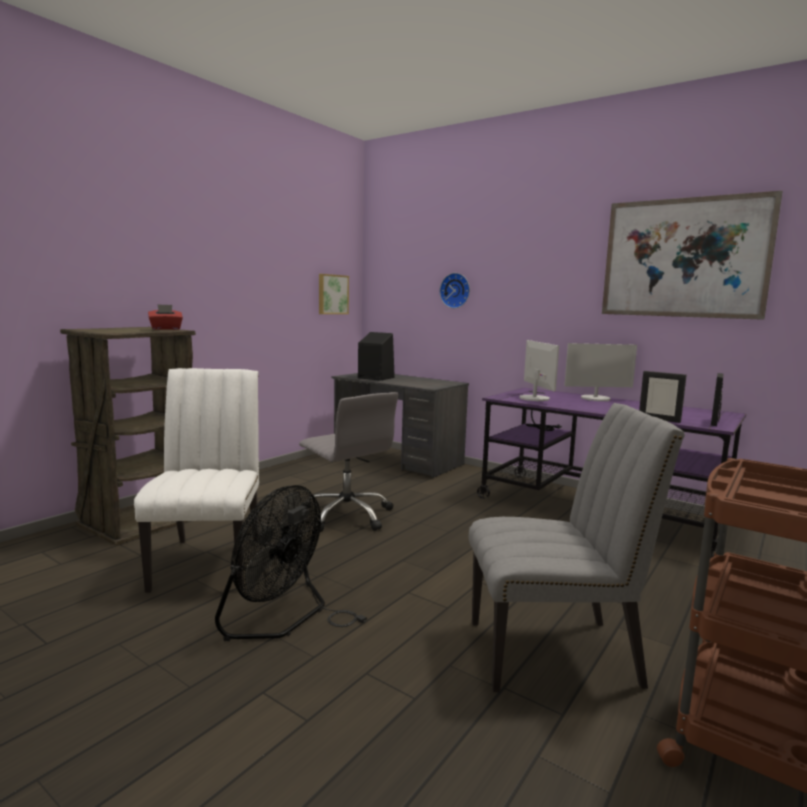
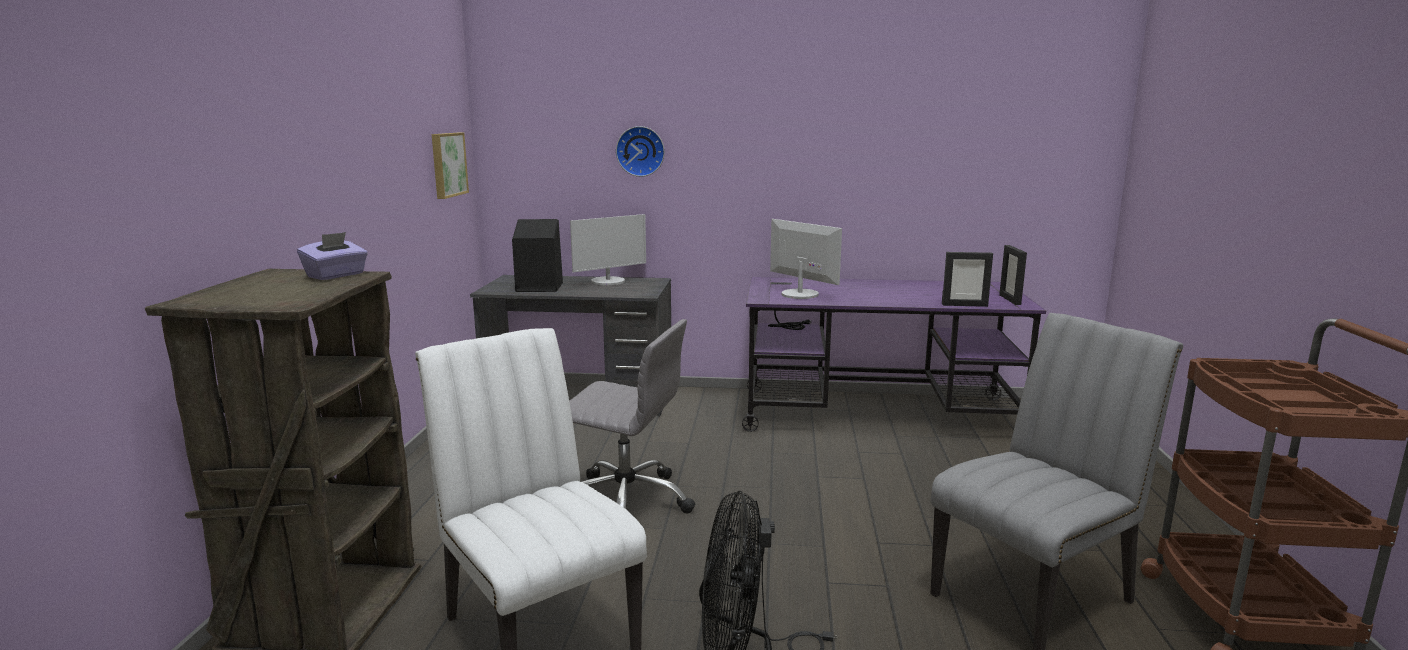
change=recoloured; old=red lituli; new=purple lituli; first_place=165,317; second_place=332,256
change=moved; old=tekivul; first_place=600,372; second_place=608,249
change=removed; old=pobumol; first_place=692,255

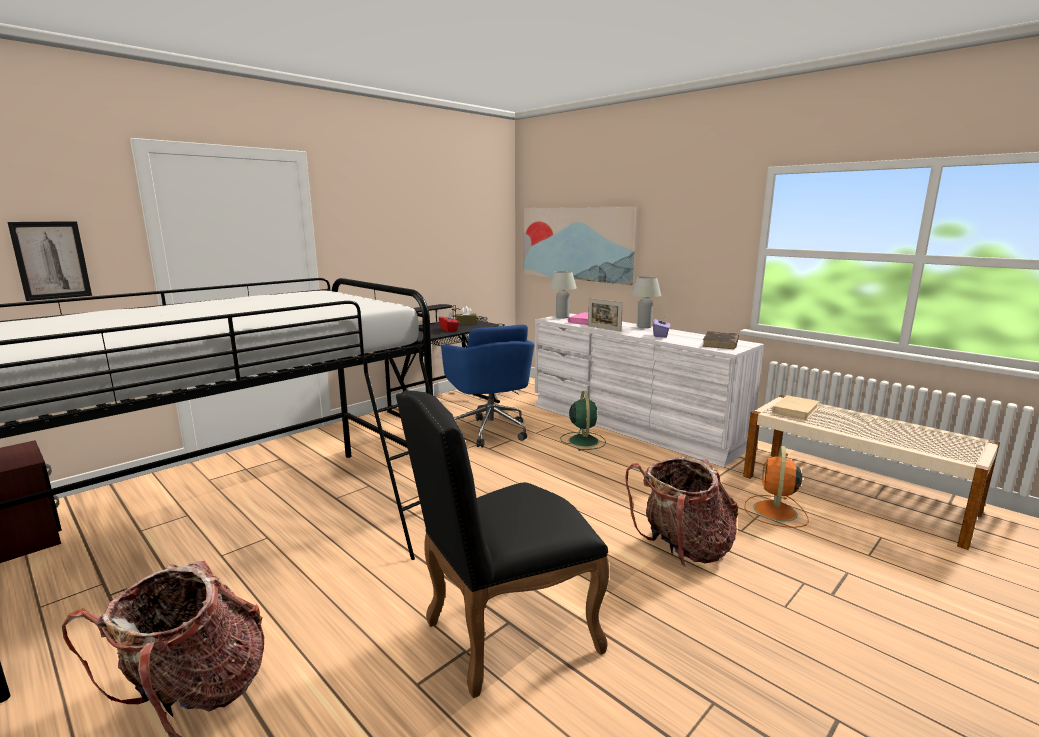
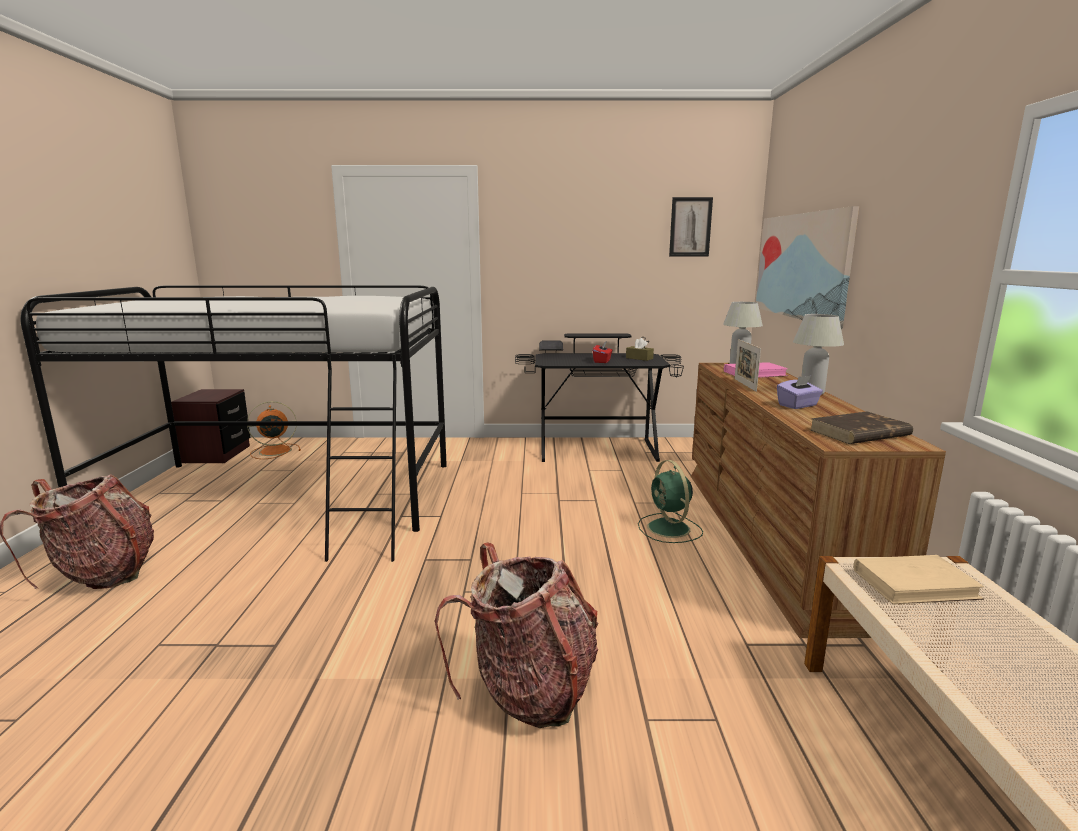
change=moved; old=pobumol; first_place=49,261; second_place=691,226
change=removed; old=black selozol; first_place=502,544
change=removed; old=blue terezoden; first_place=487,386
change=recoloured; old=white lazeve; new=brown lazeve; first_place=649,390; second_place=818,500
change=turned; old=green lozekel; first_place=583,421; second_place=670,501; degrees=120
change=moved; old=orange lozekel; first_place=777,487; second_place=274,430

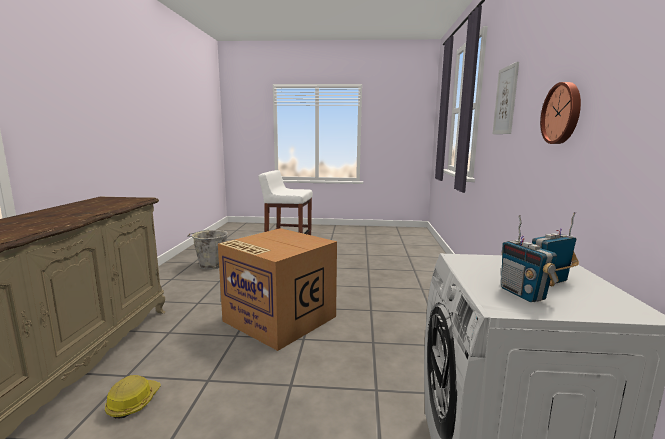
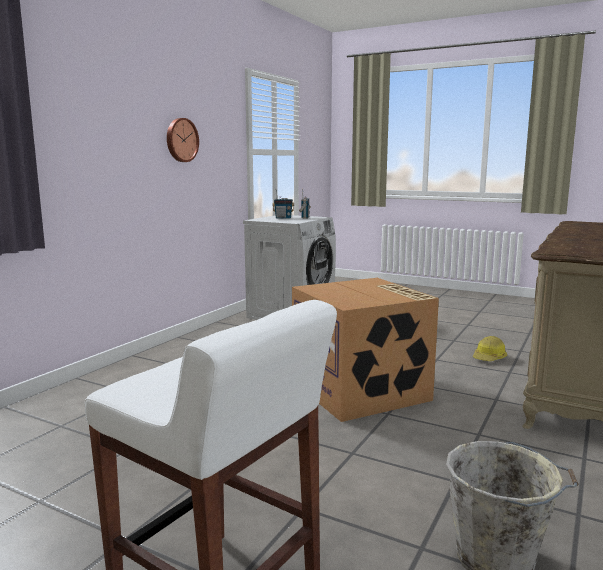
change=removed; old=pobumol; first_place=505,98

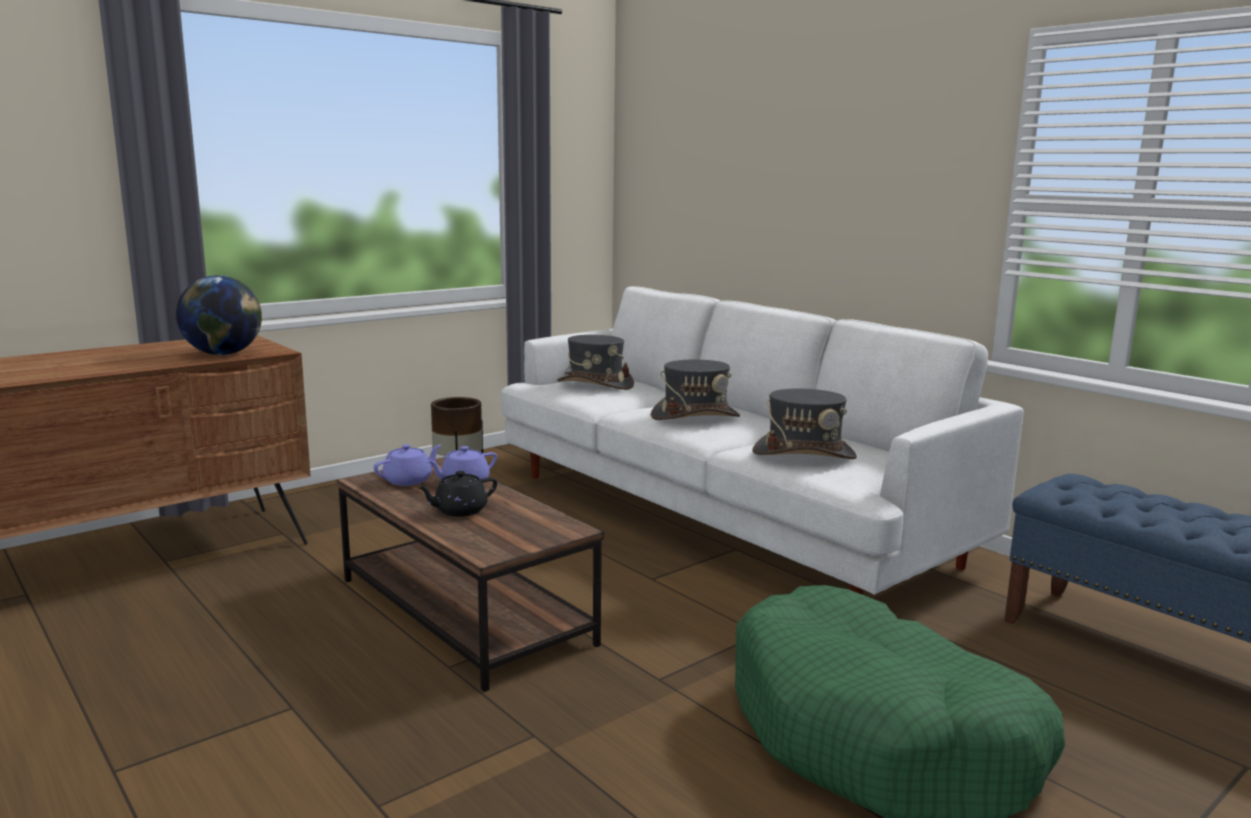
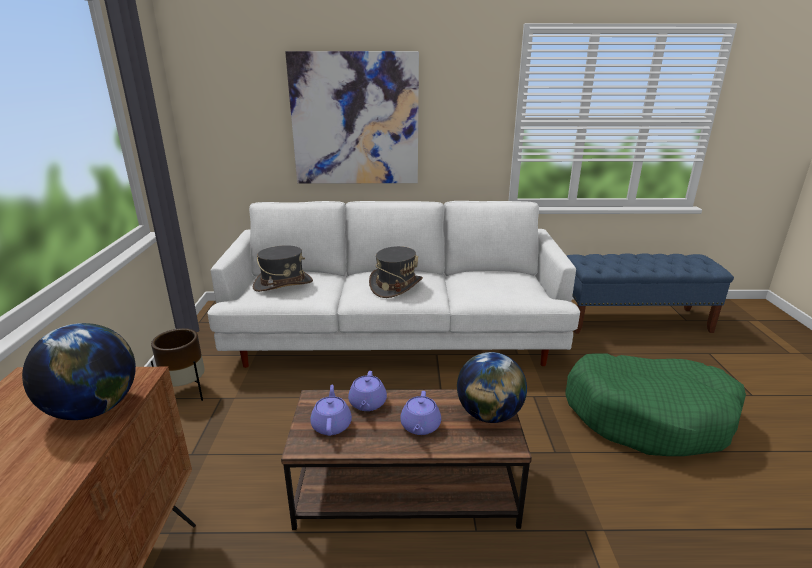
change=recoloured; old=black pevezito; new=purple pevezito; first_place=457,494; second_place=420,413
change=removed; old=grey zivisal; first_place=804,424
change=added; new=pobumol; second_place=352,117
change=added; new=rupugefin; second_place=492,387

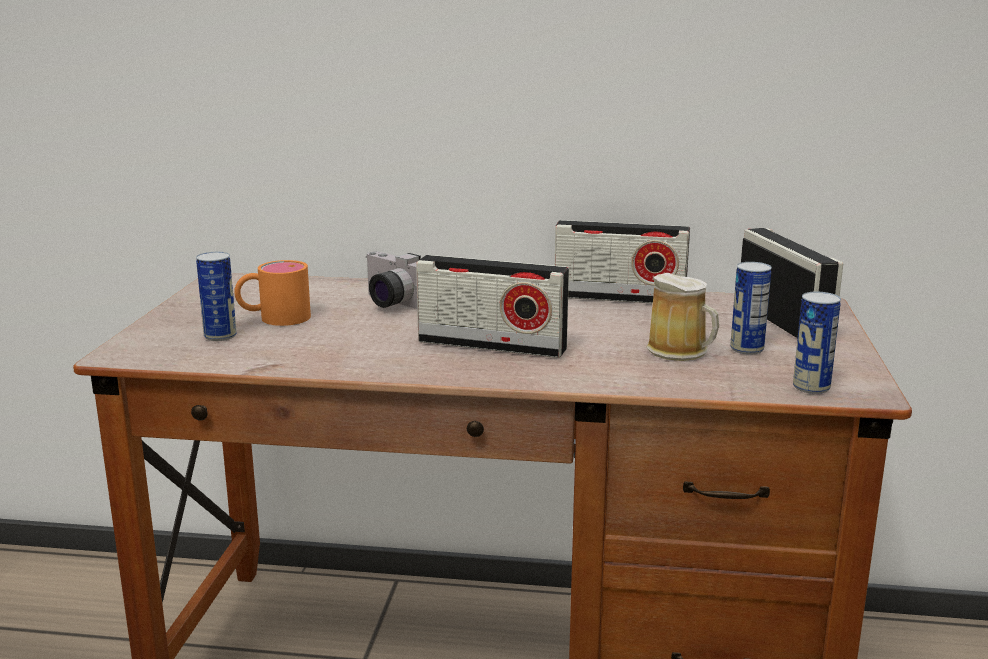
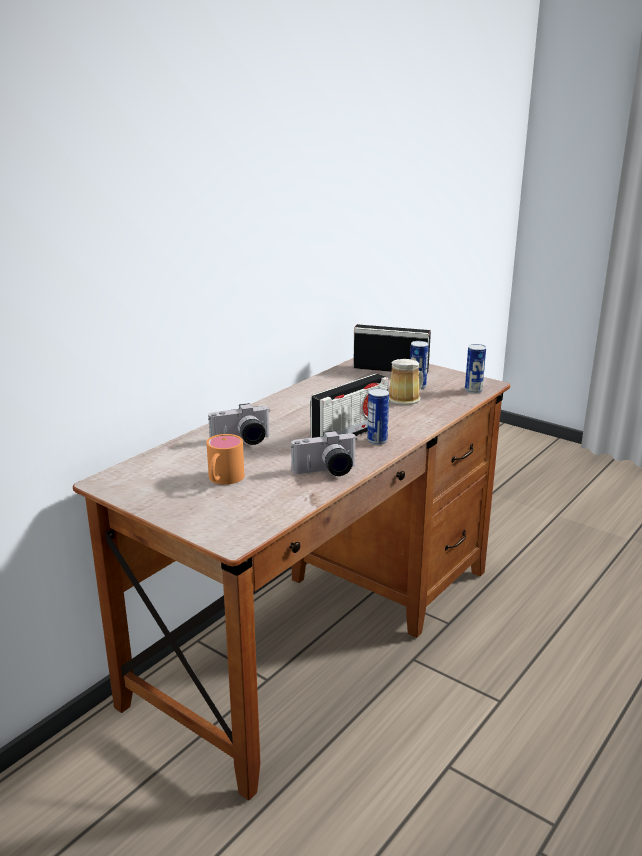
change=moved; old=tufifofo; first_place=216,296; second_place=378,416
change=removed; old=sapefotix; first_place=622,262
change=added; new=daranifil; second_place=324,453

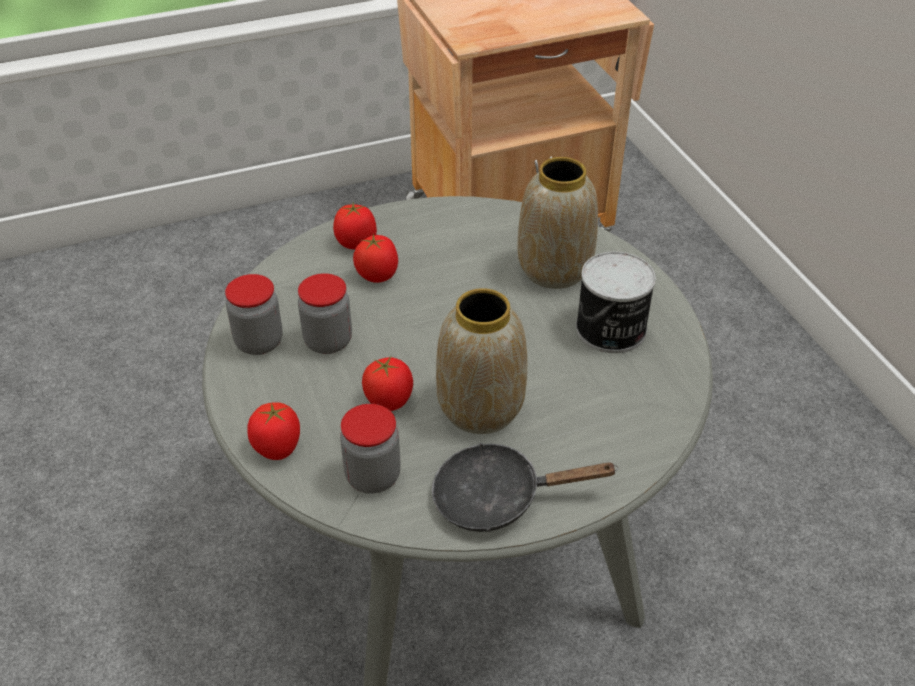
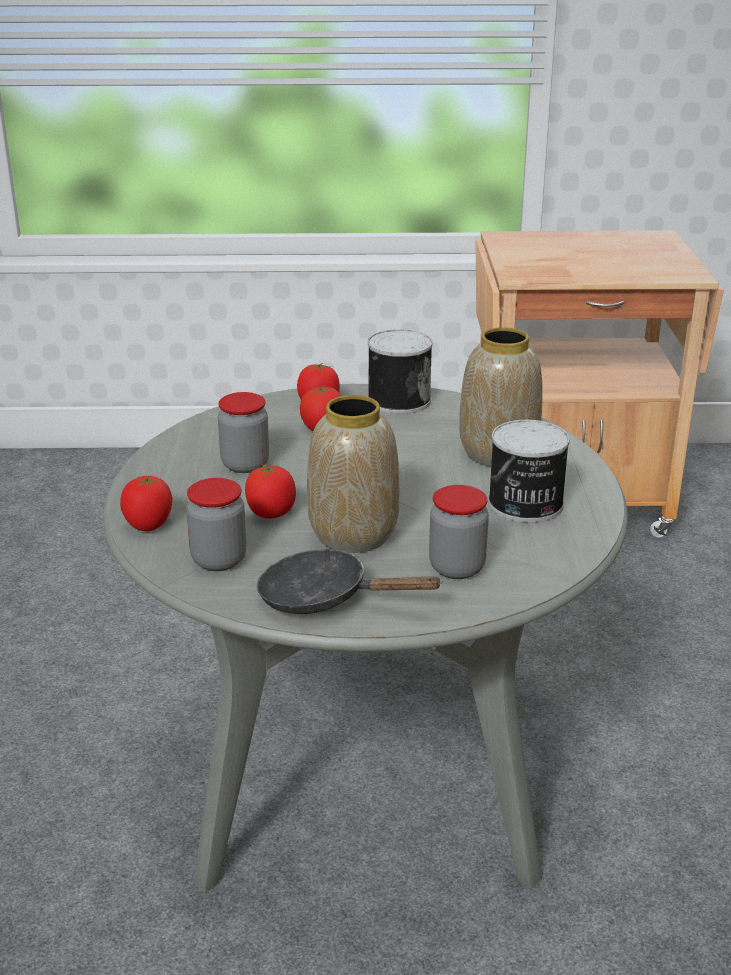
change=moved; old=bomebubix; first_place=254,314; second_place=459,532
change=added; new=tufifofo; second_place=400,371

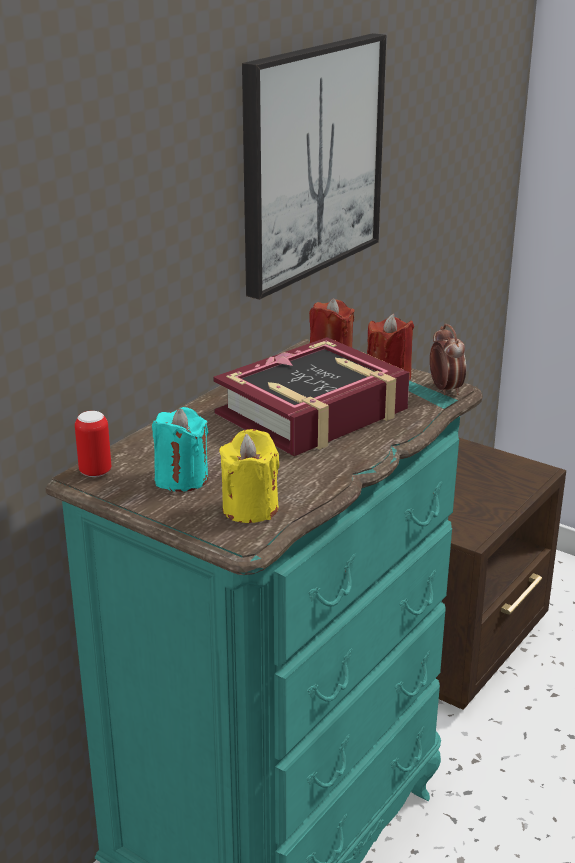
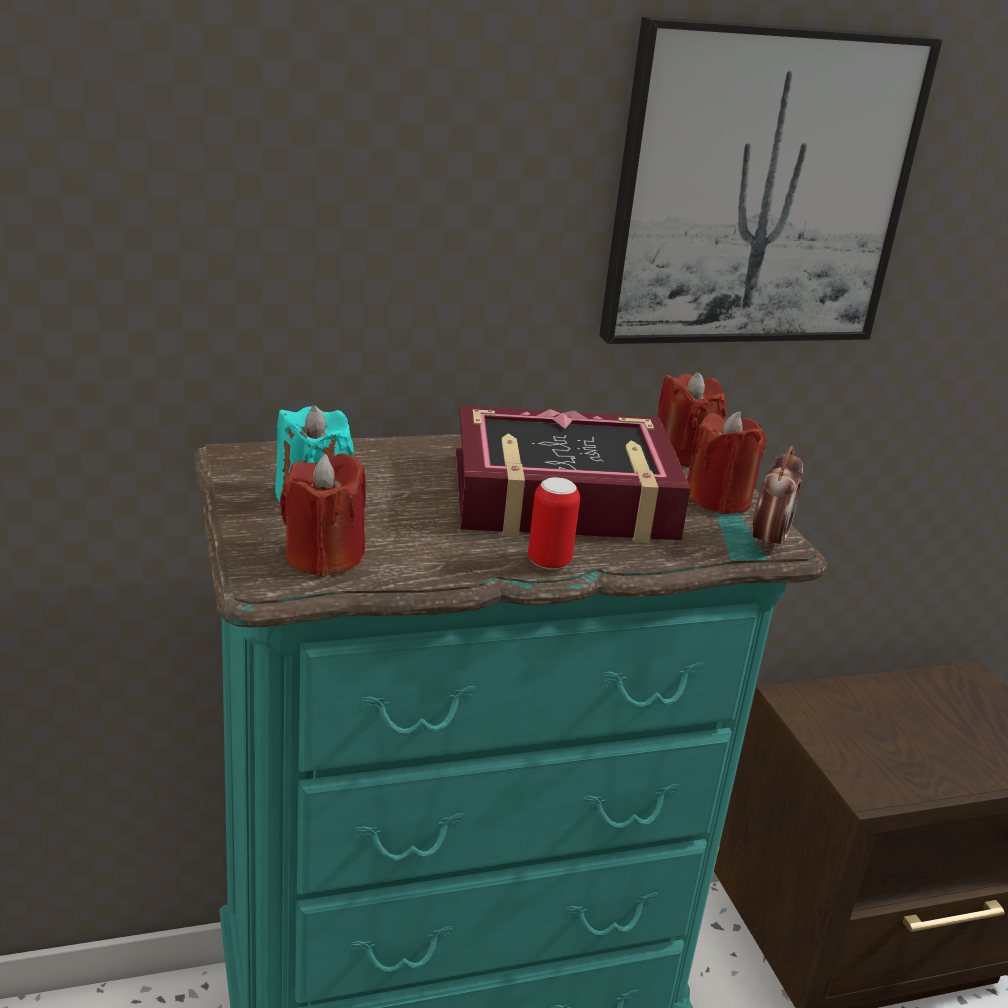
change=moved; old=tufifofo; first_place=93,444; second_place=554,523
change=recoloured; old=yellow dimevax; new=red dimevax; first_place=249,476; second_place=323,515

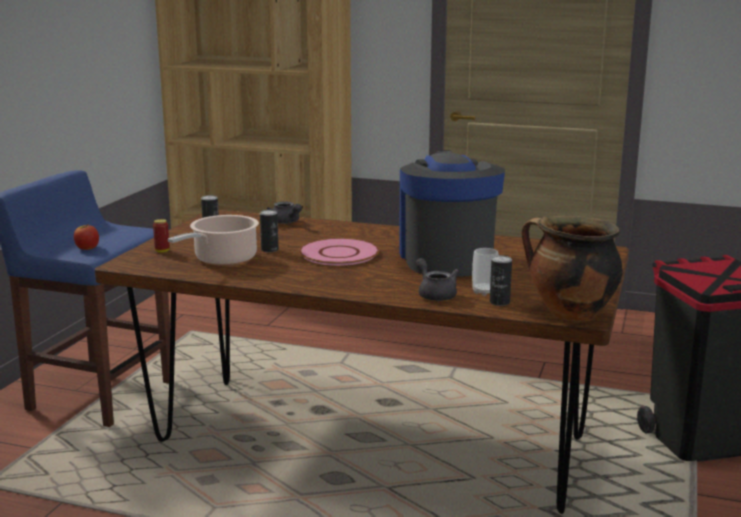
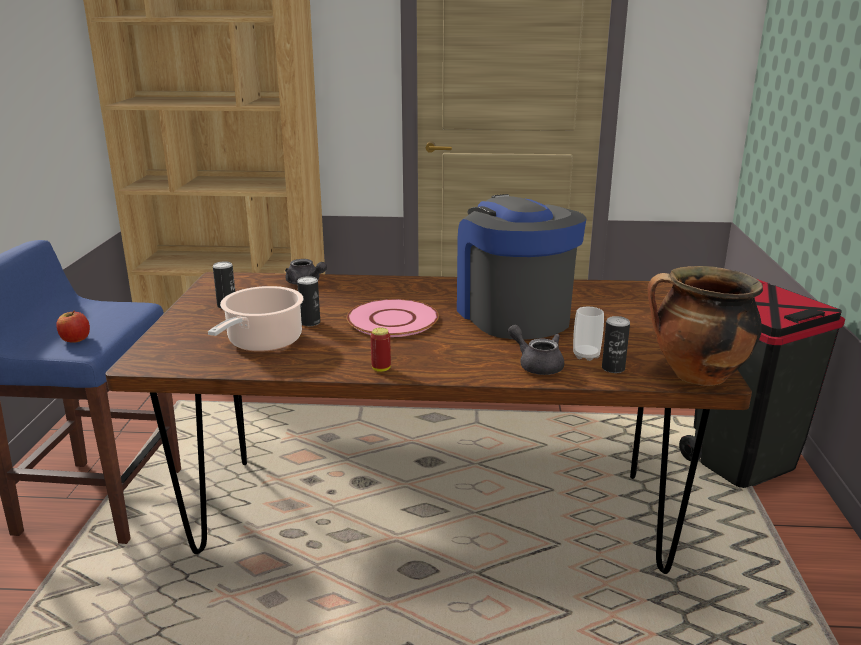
change=moved; old=tufifofo; first_place=161,236; second_place=380,350

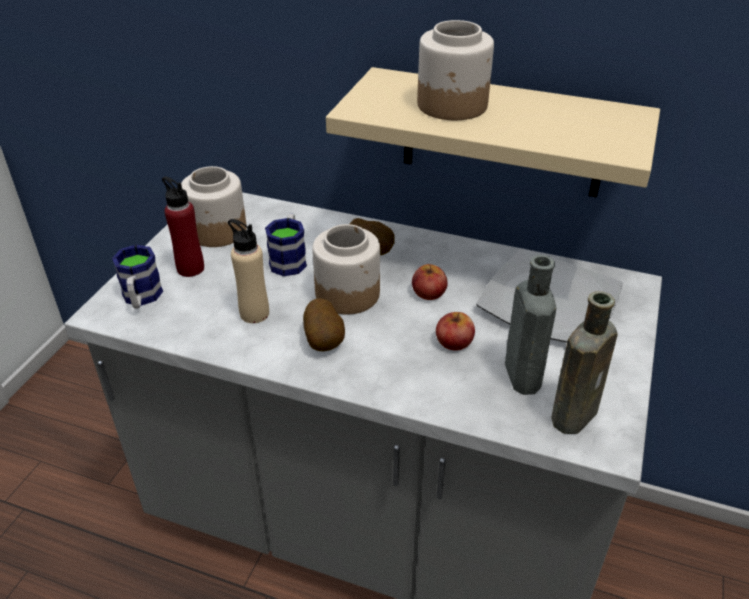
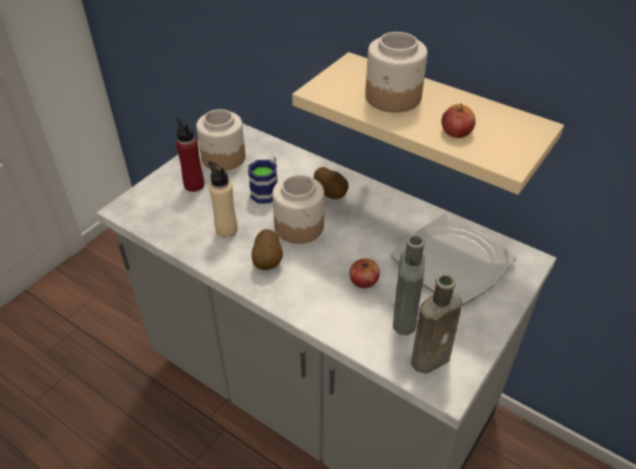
change=removed; old=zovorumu; first_place=137,277
change=moved; old=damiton; first_place=429,282; second_place=458,120

